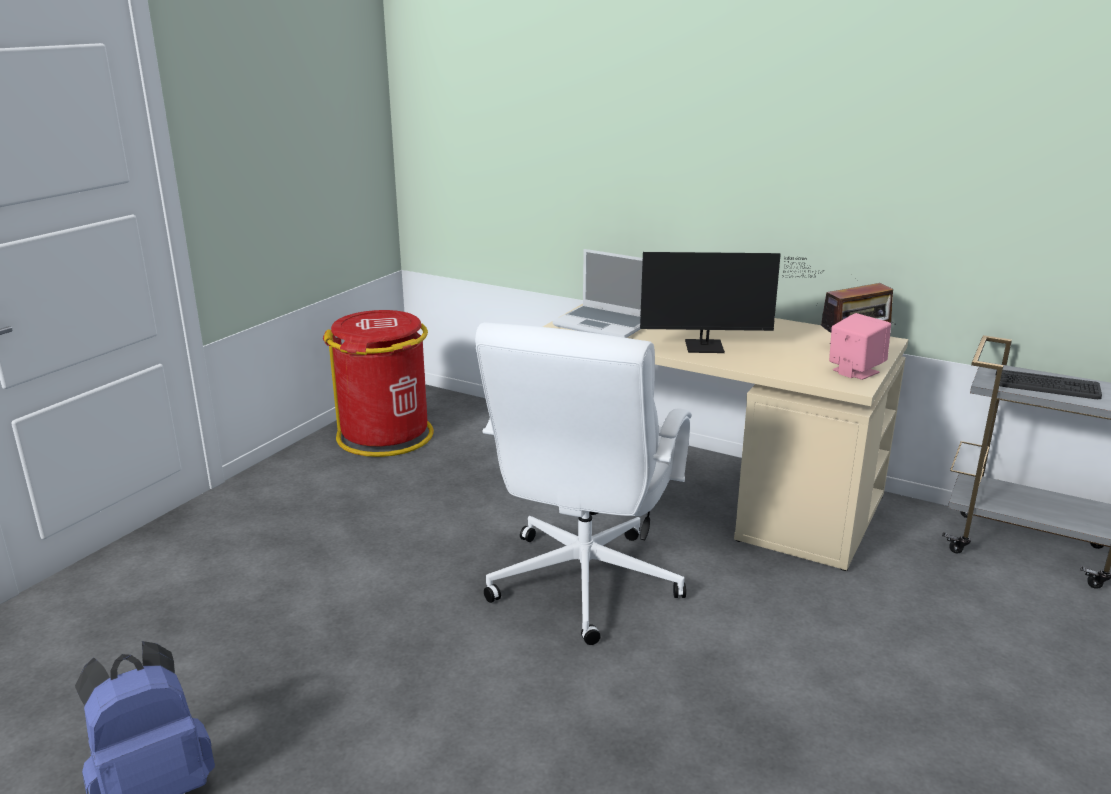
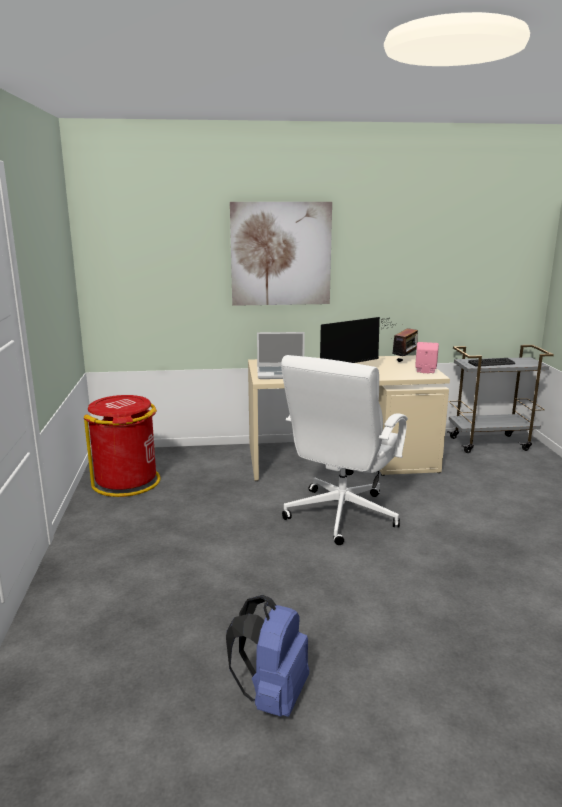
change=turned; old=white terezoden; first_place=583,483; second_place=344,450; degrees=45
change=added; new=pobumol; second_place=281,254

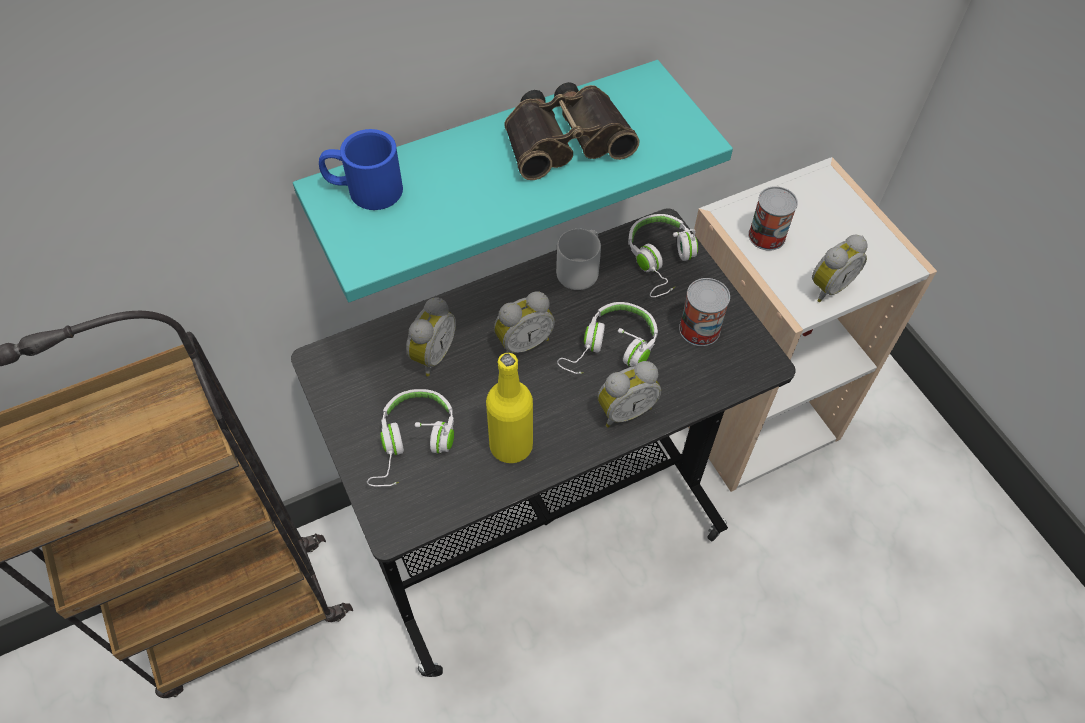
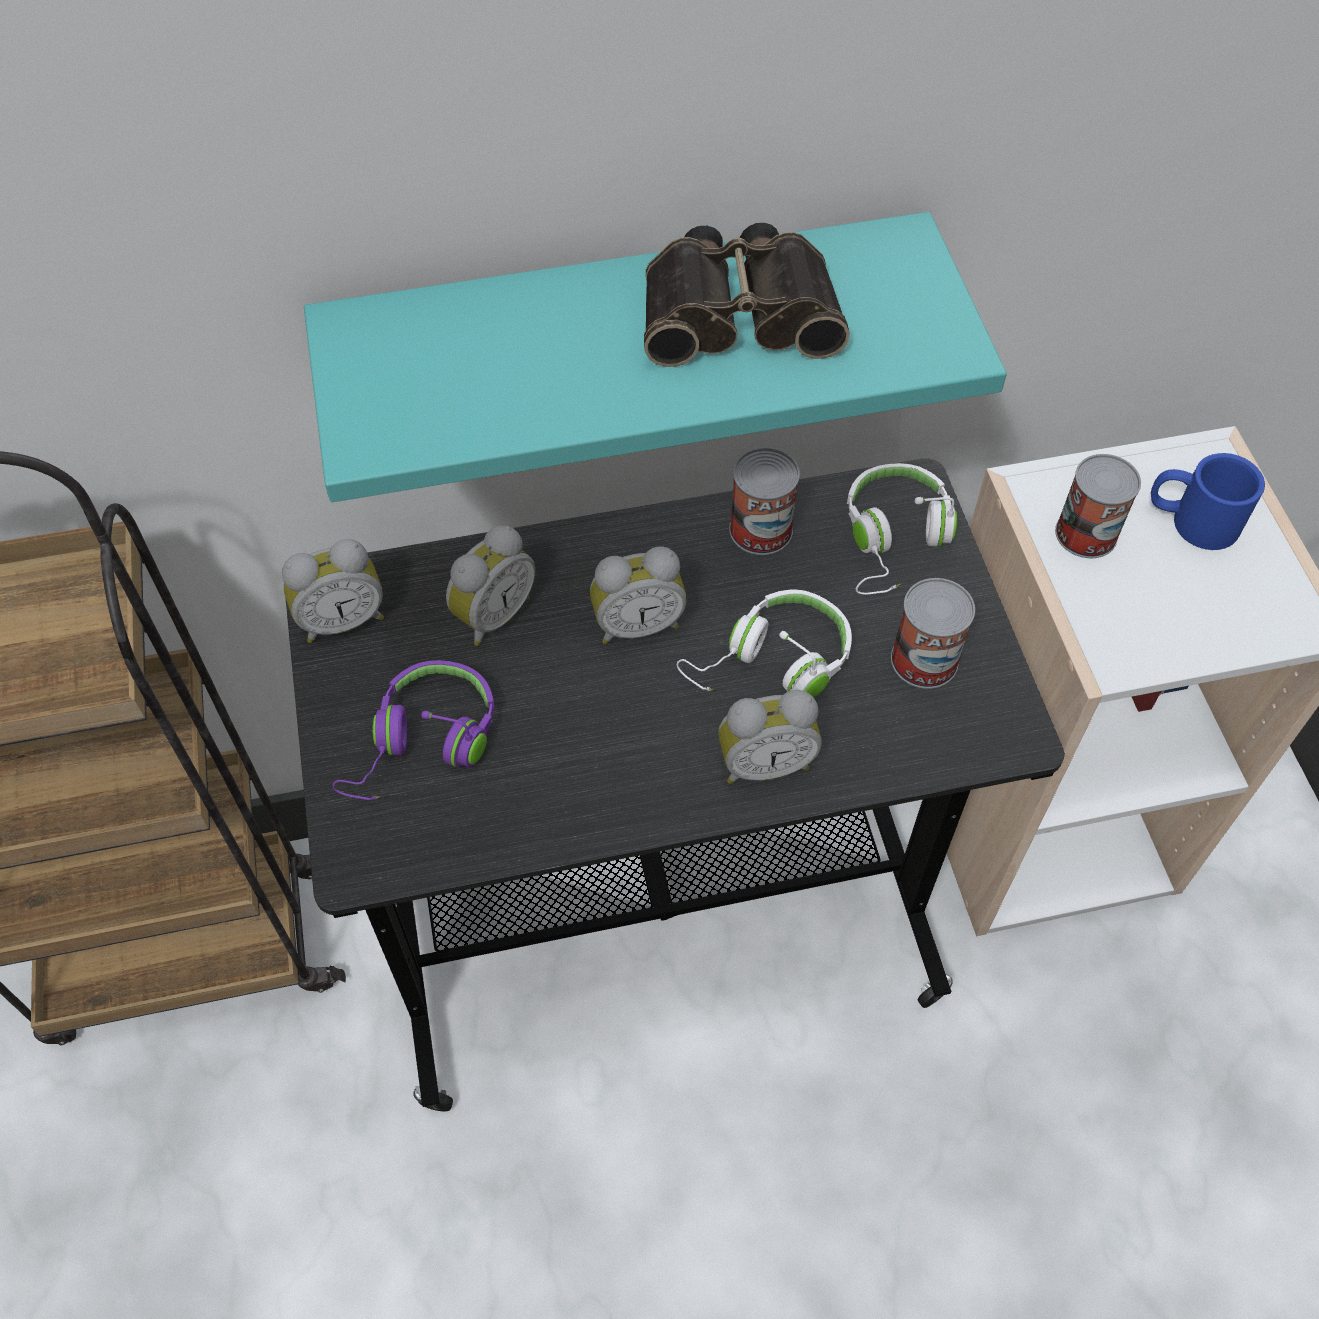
change=moved; old=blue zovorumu; first_place=361,169; second_place=1208,501
change=recoloured; old=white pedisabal; new=purple pedisabal; first_place=410,437; second_place=413,730
change=removed; old=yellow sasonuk; first_place=509,408
change=replaced; old=grey zovorumu; new=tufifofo; first_place=578,259; second_place=764,501
change=moved; old=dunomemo; first_place=839,268; second_place=333,591

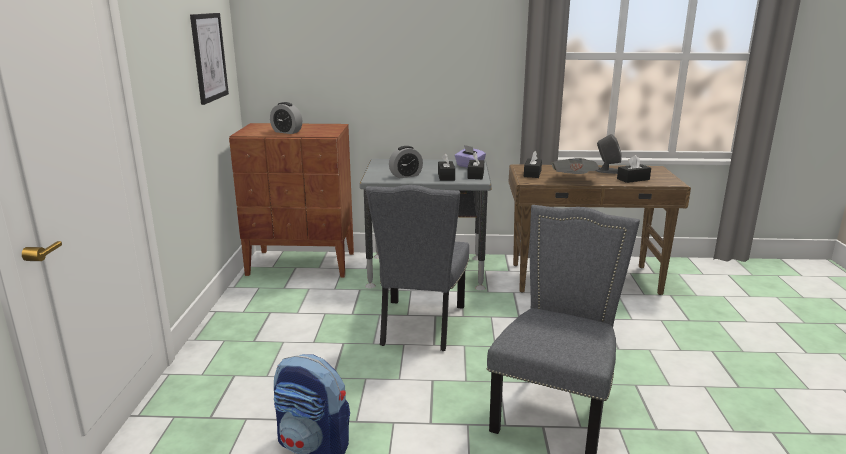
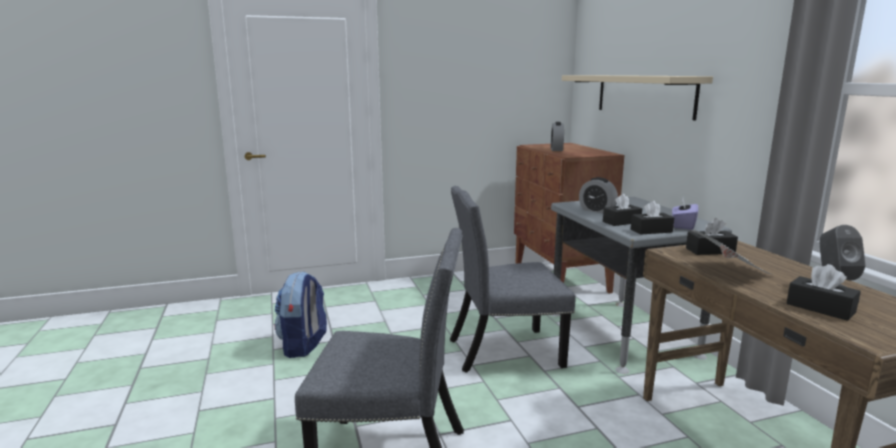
change=removed; old=pobumol; first_place=209,59
change=added; new=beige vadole; second_place=637,97

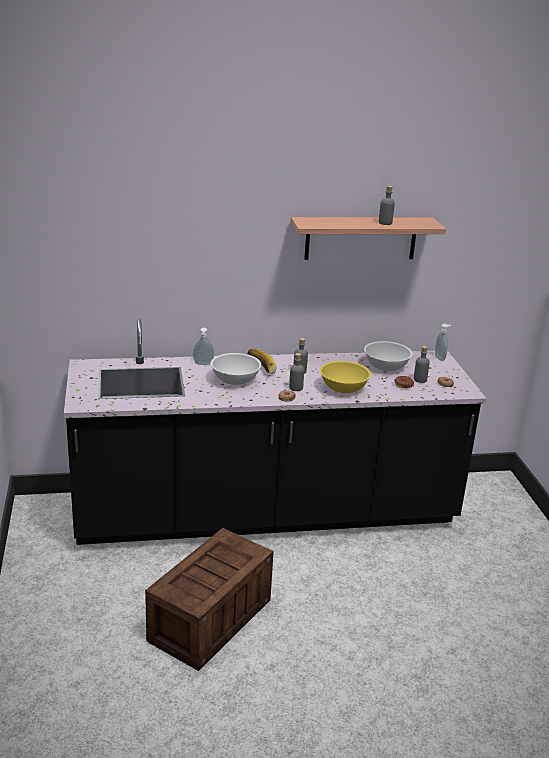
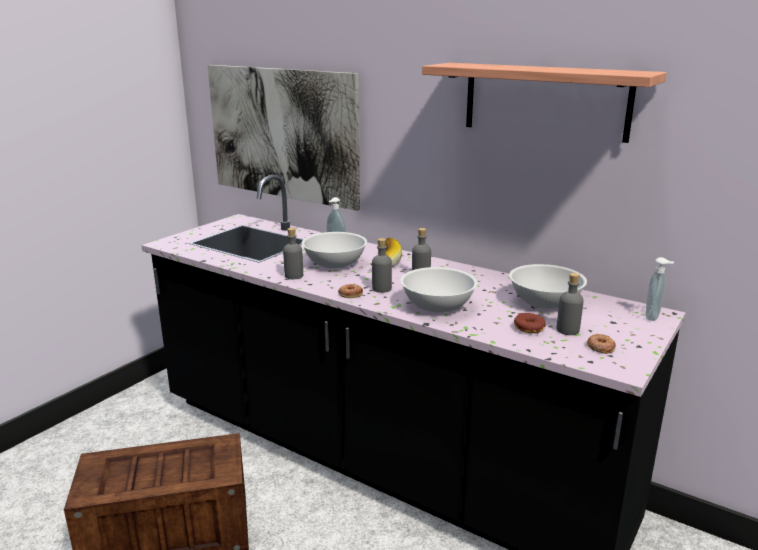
change=recoloured; old=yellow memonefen; new=white memonefen; first_place=345,377; second_place=438,290
change=moved; old=grey sasonuk; first_place=386,205; second_place=293,253
change=added; new=pobumol; second_place=284,138

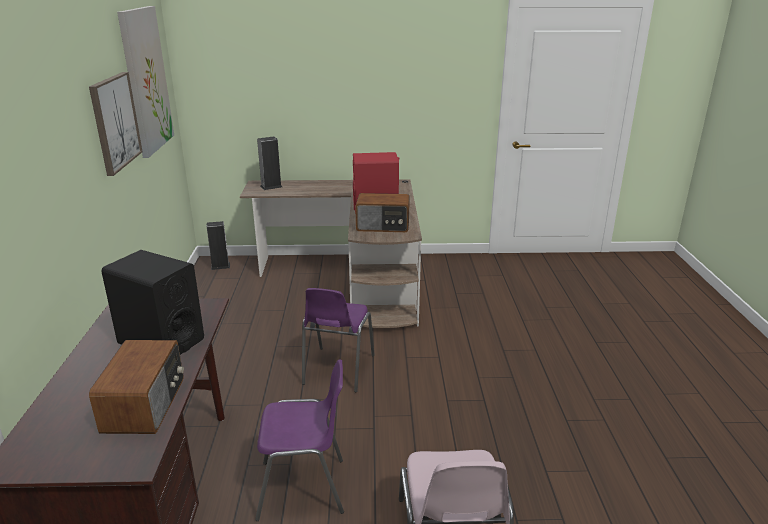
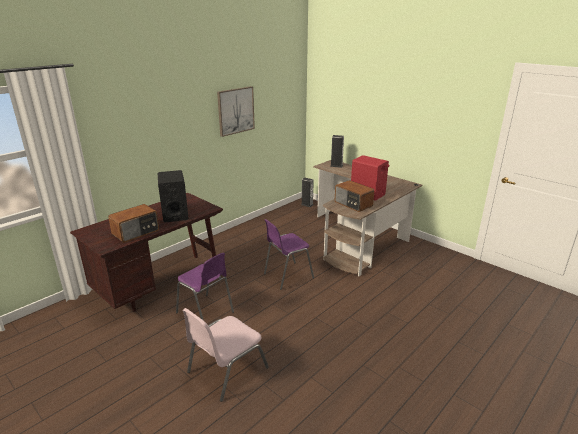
change=removed; old=pobumol; first_place=145,82

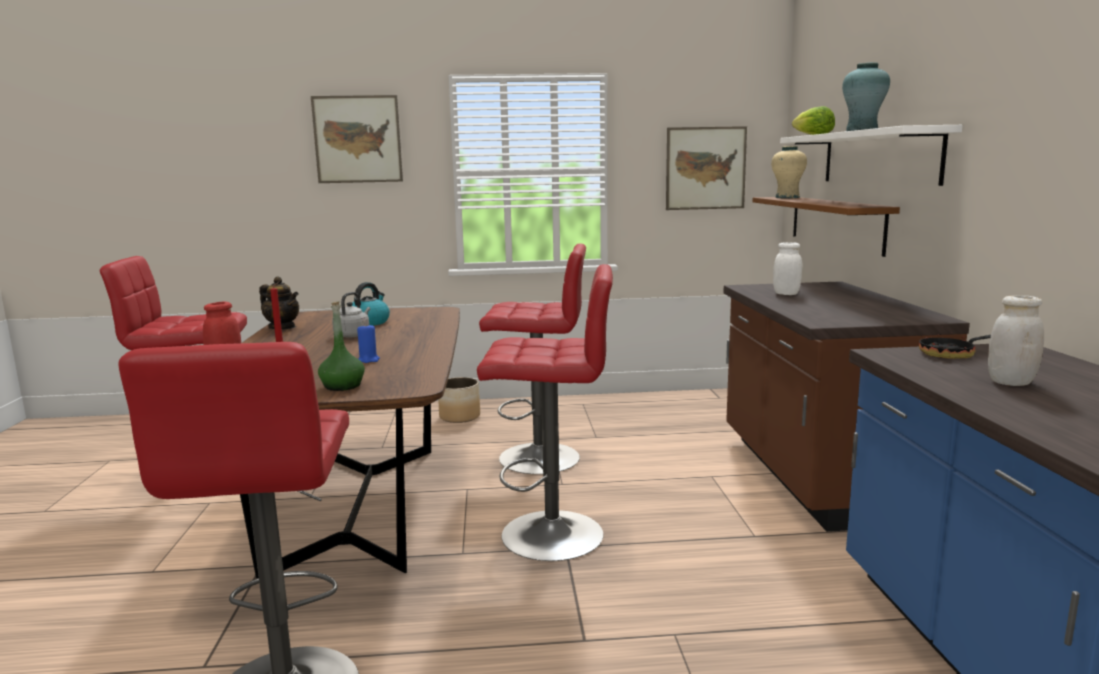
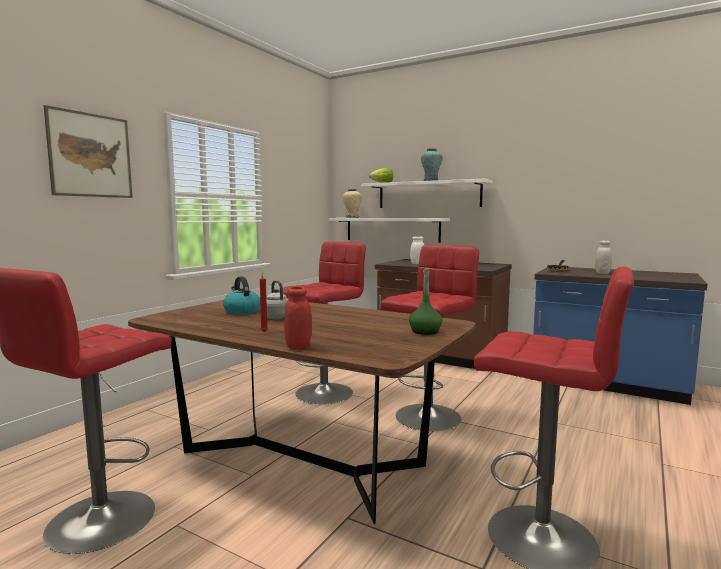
change=removed; old=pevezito; first_place=279,303
change=removed; old=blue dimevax; first_place=368,343
change=removed; old=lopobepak; first_place=459,400
change=removed; old=pobumol; first_place=706,168
change=recoloured; old=brown vadole; new=white vadole; first_place=826,227; second_place=389,230

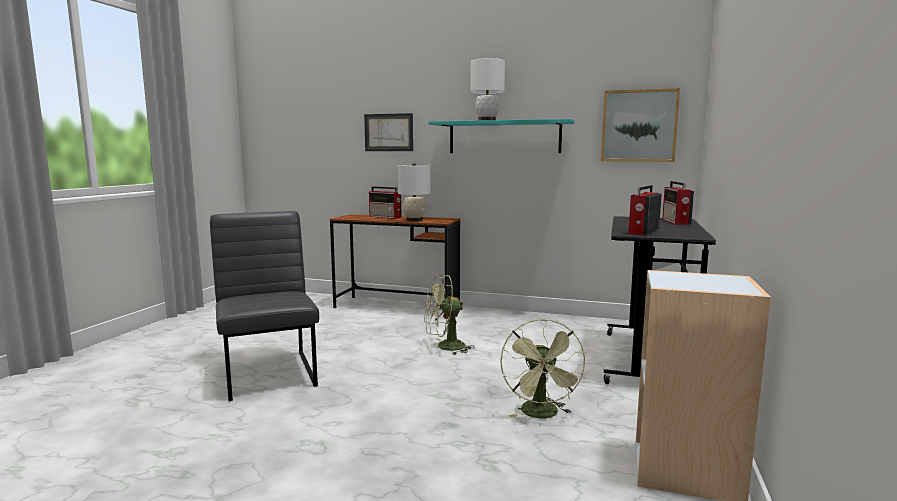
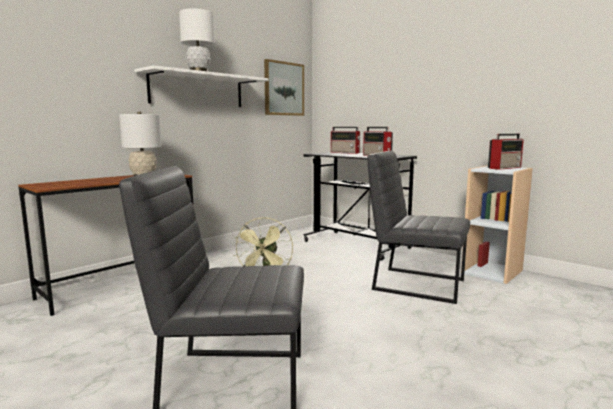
change=removed; old=pobumol; first_place=388,132
change=moved; old=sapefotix; first_place=385,202; second_place=506,152
change=recoloured; old=turquoise vadole; new=white vadole; first_place=501,136; second_place=201,86
change=replaced; old=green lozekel; new=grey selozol; first_place=543,369; second_place=418,227

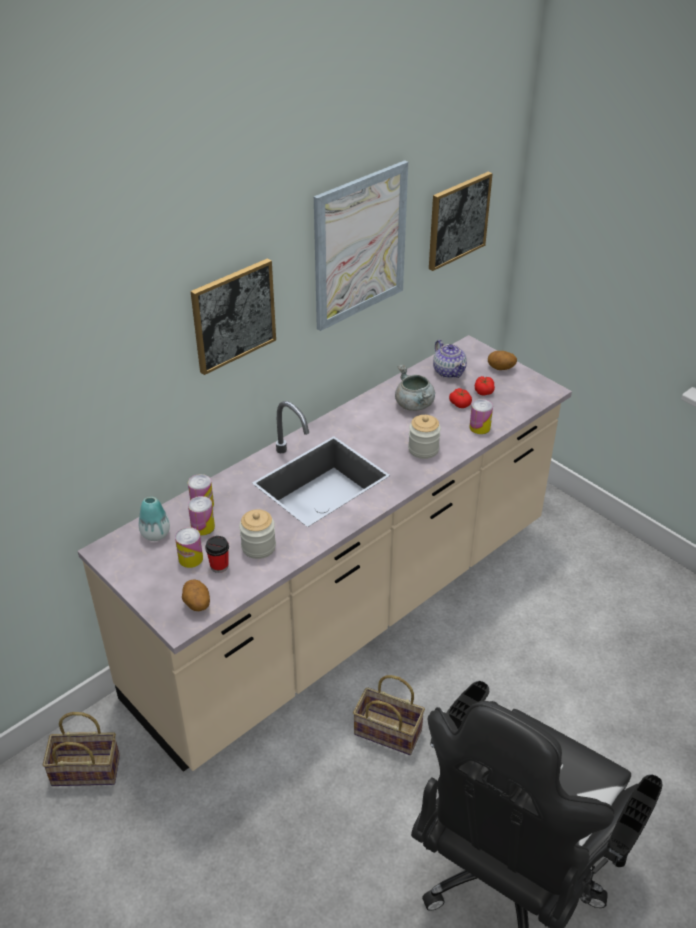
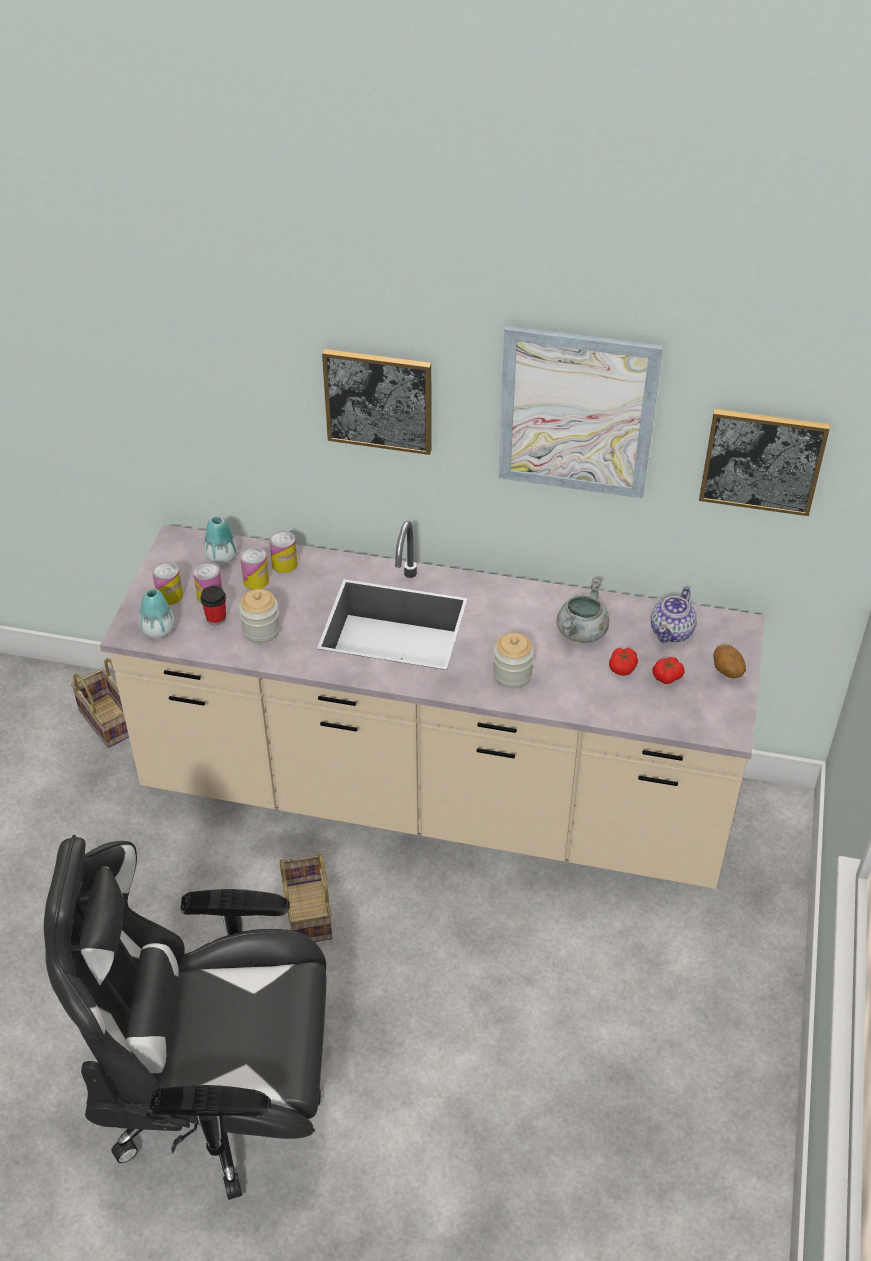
change=replaced; old=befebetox; new=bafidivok; first_place=196,595; second_place=157,613
change=moved; old=tufifofo; first_place=481,416; second_place=167,583

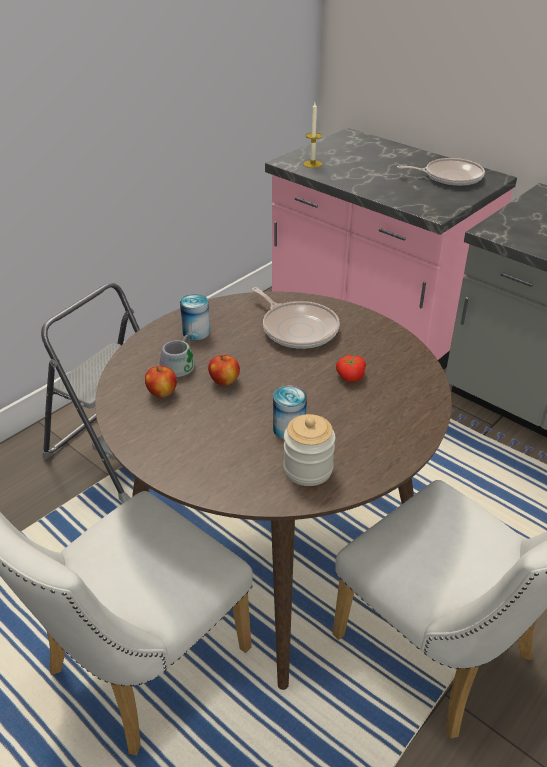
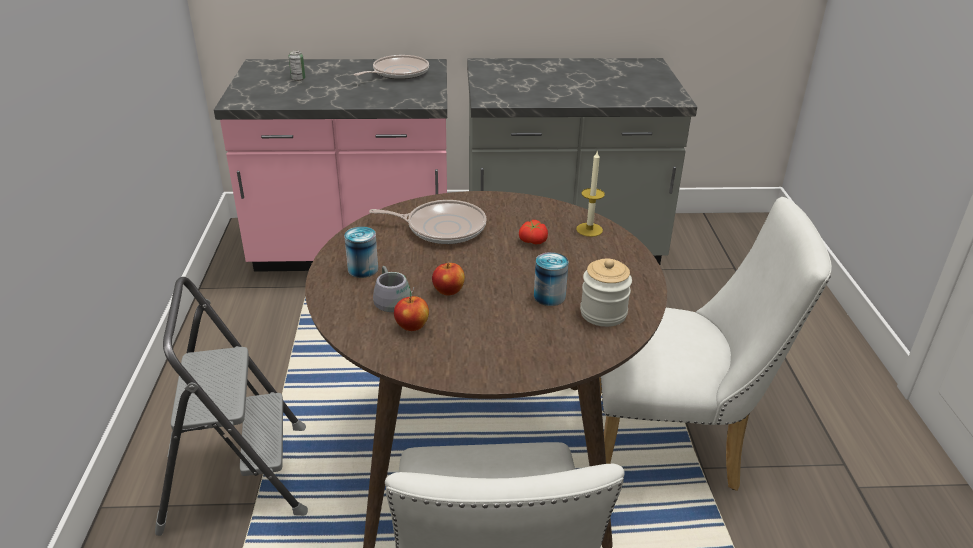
change=moved; old=dimevax; first_place=312,135; second_place=590,193
change=added; new=tufifofo; second_place=297,66

